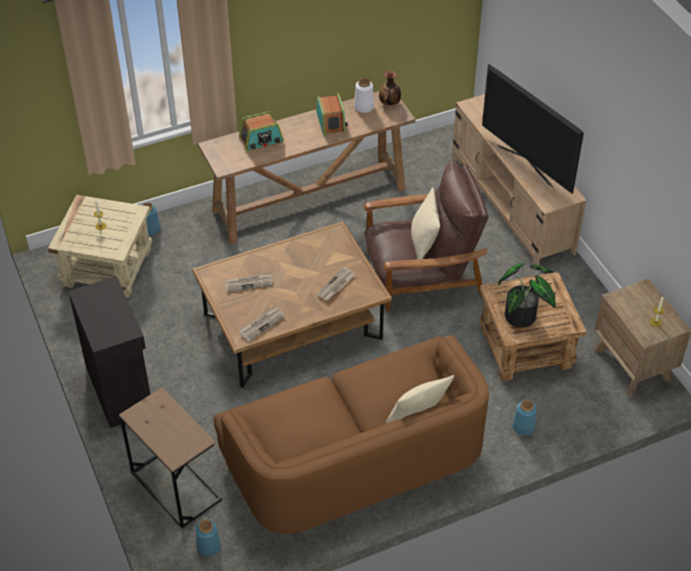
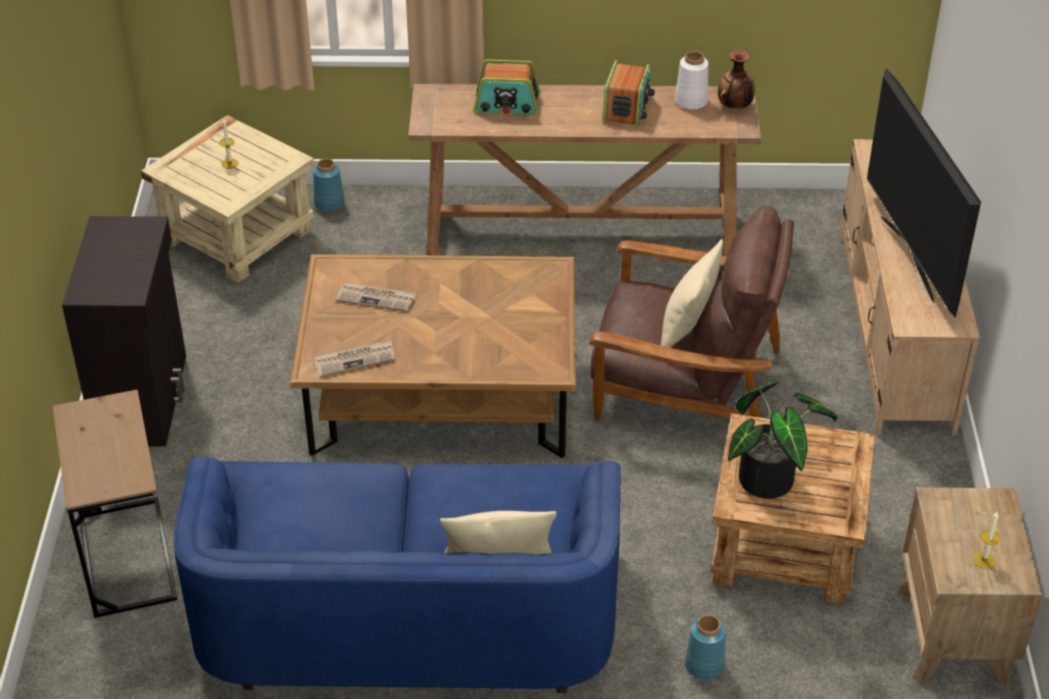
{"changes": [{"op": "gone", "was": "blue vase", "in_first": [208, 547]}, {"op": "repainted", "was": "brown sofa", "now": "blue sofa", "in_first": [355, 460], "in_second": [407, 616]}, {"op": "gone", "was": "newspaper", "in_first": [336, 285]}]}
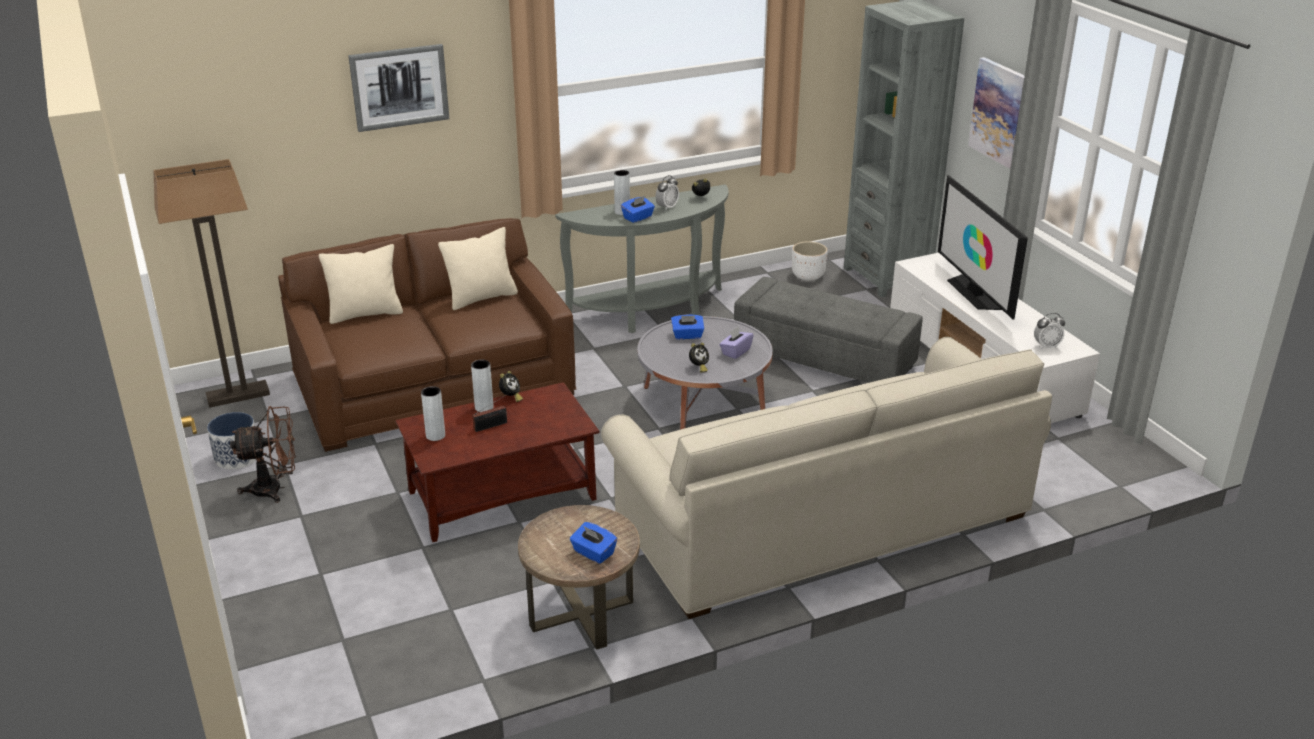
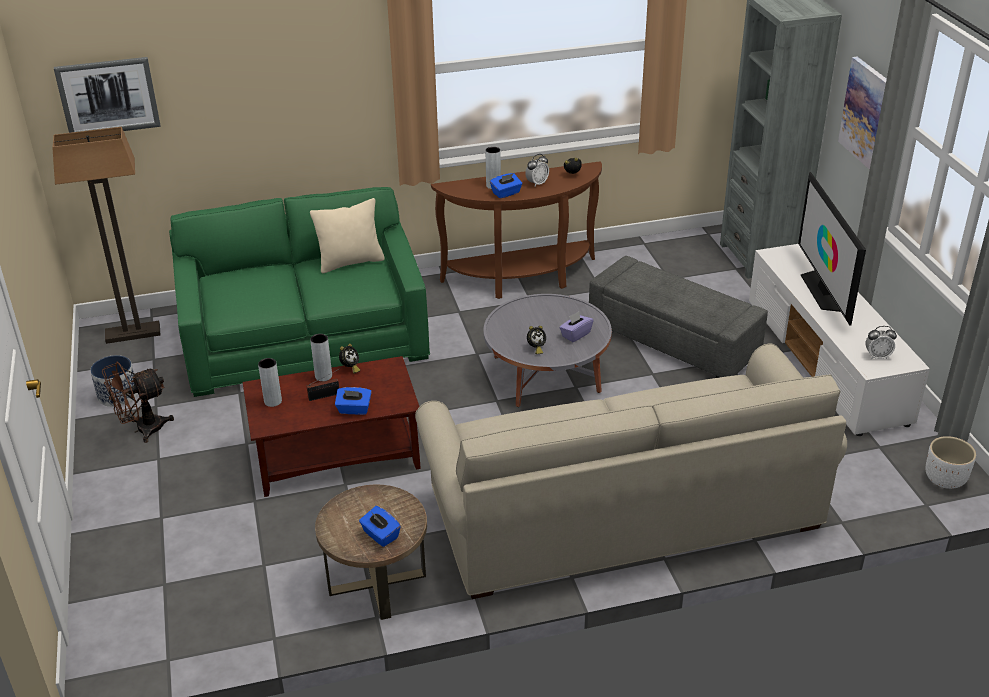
{"changes": [{"op": "rotated", "was": "brown fan", "in_first": [275, 489], "in_second": [142, 430], "clockwise": 150}, {"op": "repainted", "was": "brown sofa", "now": "green sofa", "in_first": [433, 385], "in_second": [304, 337]}, {"op": "gone", "was": "beige pillow", "in_first": [365, 314]}, {"op": "shifted", "was": "picture", "in_first": [399, 87], "in_second": [108, 96]}, {"op": "repainted", "was": "grey console table", "now": "brown console table", "in_first": [652, 314], "in_second": [523, 280]}, {"op": "shifted", "was": "blue tissue box", "in_first": [687, 335], "in_second": [354, 409]}, {"op": "shifted", "was": "white planter", "in_first": [807, 276], "in_second": [944, 479]}]}
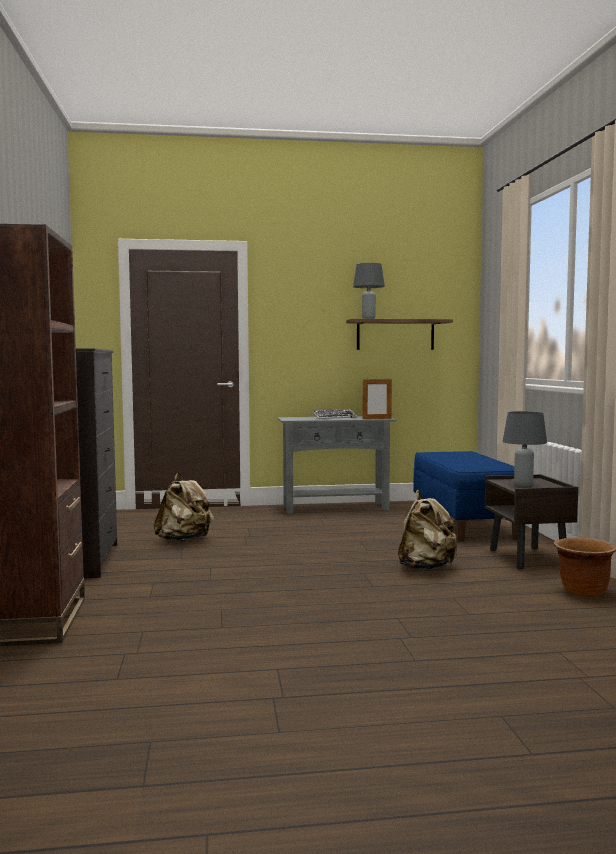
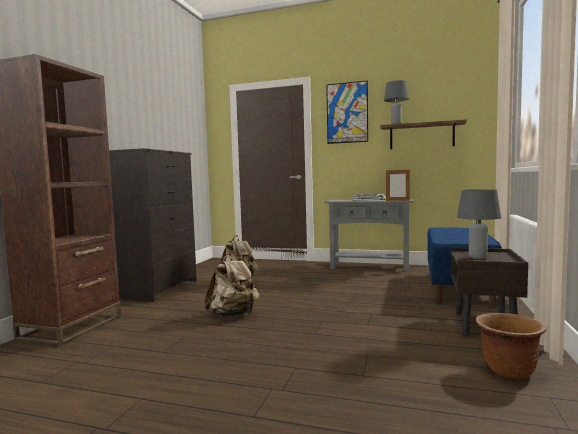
{"changes": [{"op": "shifted", "was": "beige backpack", "in_first": [426, 568], "in_second": [233, 315]}, {"op": "new", "now": "picture", "in_second": [347, 113]}]}
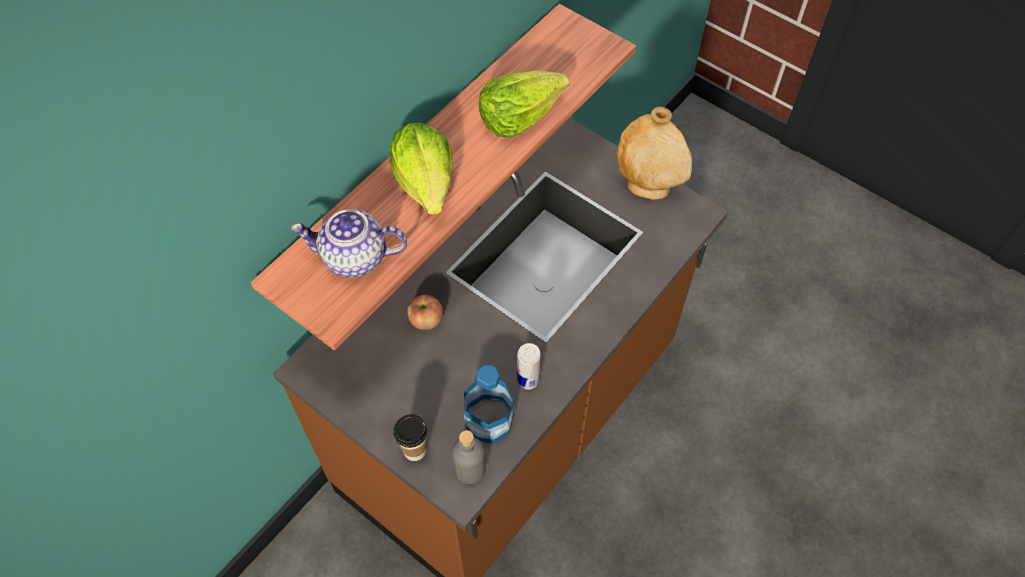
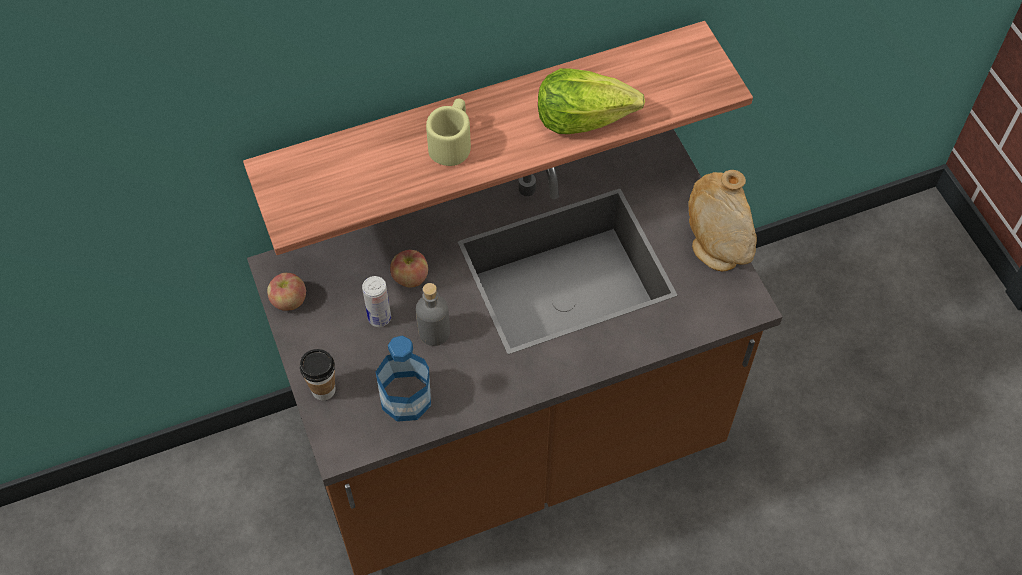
{"changes": [{"op": "gone", "was": "teapot", "in_first": [354, 258]}, {"op": "swapped", "was": "lettuce", "now": "beige mug", "in_first": [426, 183], "in_second": [452, 142]}, {"op": "shifted", "was": "grey bottle", "in_first": [470, 469], "in_second": [434, 332]}, {"op": "shifted", "was": "can", "in_first": [528, 380], "in_second": [379, 318]}, {"op": "new", "now": "apple", "in_second": [289, 301]}]}
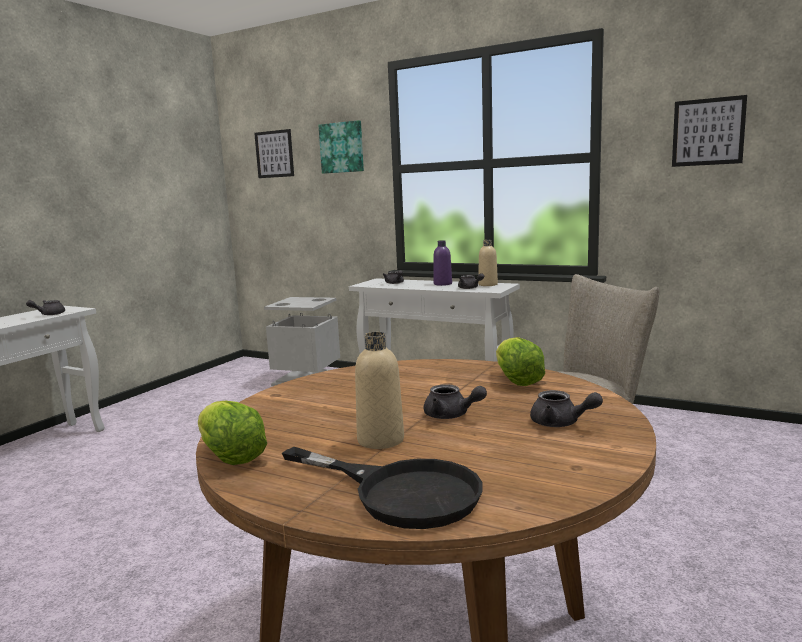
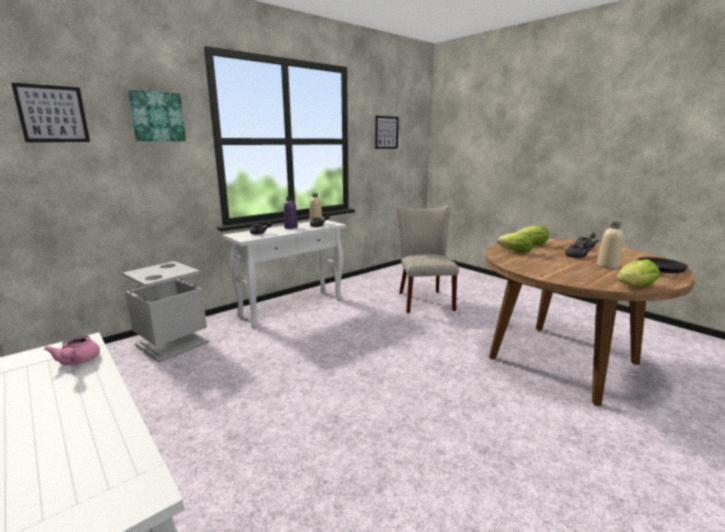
{"changes": [{"op": "repainted", "was": "grey teapot", "now": "pink teapot", "in_first": [49, 314], "in_second": [77, 362]}, {"op": "new", "now": "lettuce", "in_second": [516, 252]}]}
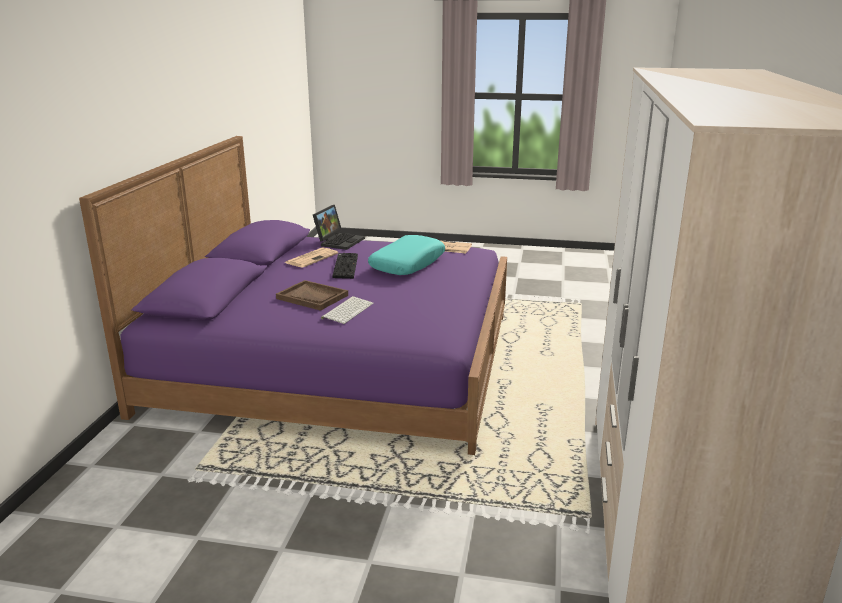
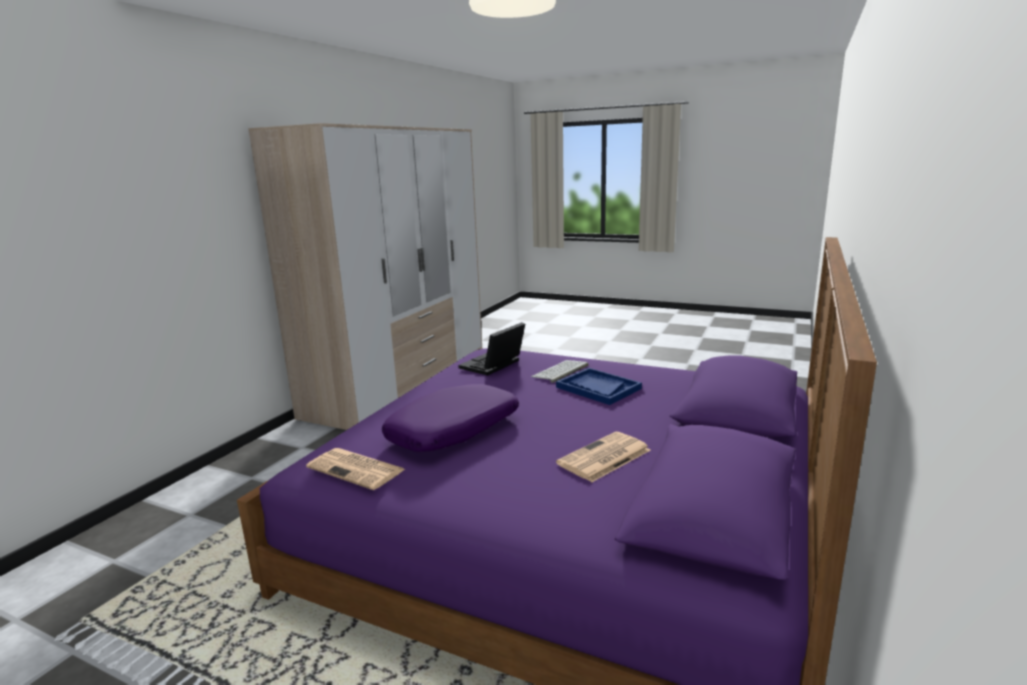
{"changes": [{"op": "repainted", "was": "brown tray", "now": "blue tray", "in_first": [312, 297], "in_second": [598, 388]}, {"op": "shifted", "was": "laptop", "in_first": [339, 241], "in_second": [493, 366]}, {"op": "gone", "was": "keyboard", "in_first": [344, 266]}, {"op": "repainted", "was": "turquoise pillow", "now": "purple pillow", "in_first": [407, 264], "in_second": [454, 431]}]}
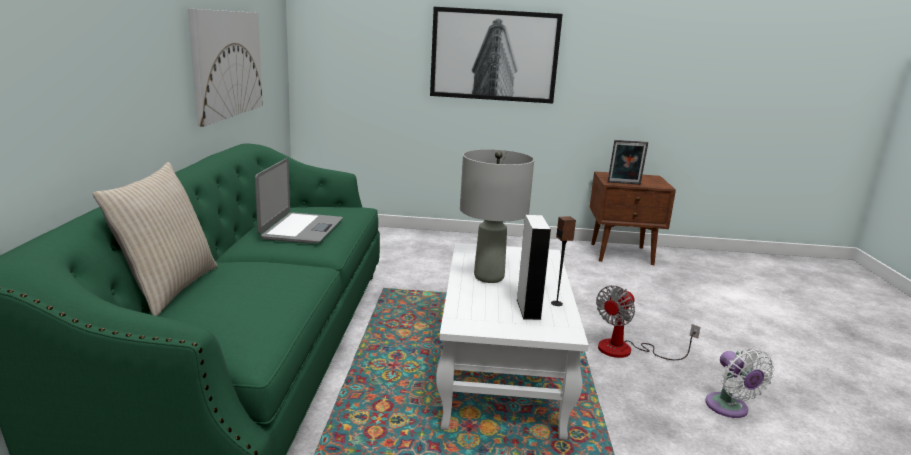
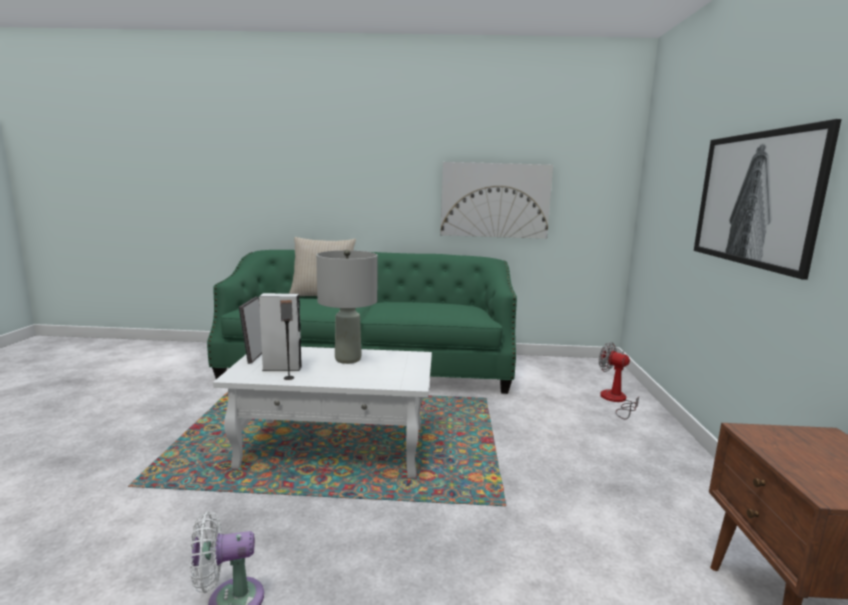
{"changes": [{"op": "gone", "was": "laptop", "in_first": [301, 229]}, {"op": "shifted", "was": "fan", "in_first": [627, 350], "in_second": [615, 401]}, {"op": "shifted", "was": "picture frame", "in_first": [624, 183], "in_second": [254, 356]}]}
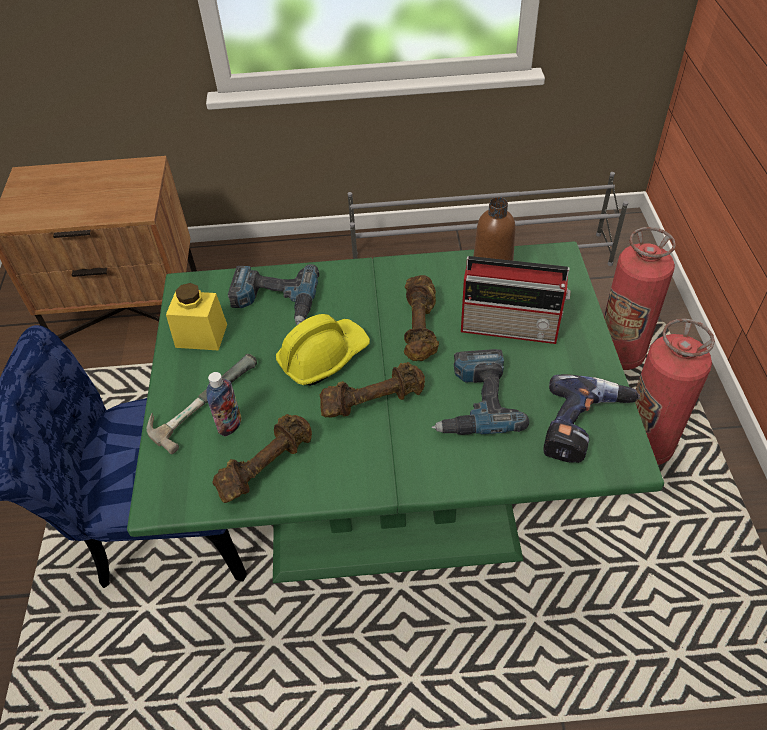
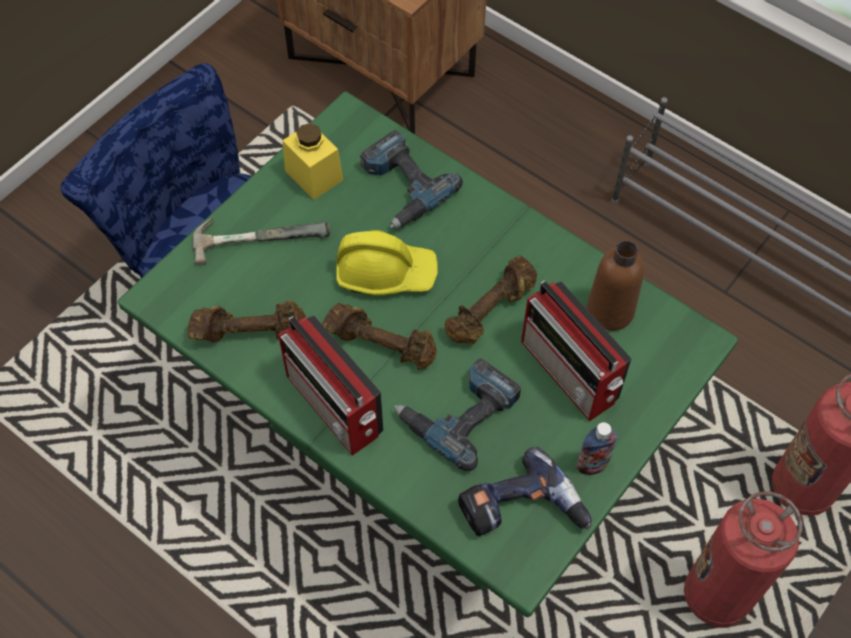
{"changes": [{"op": "shifted", "was": "bottle", "in_first": [230, 425], "in_second": [592, 465]}, {"op": "new", "now": "radio", "in_second": [335, 407]}]}
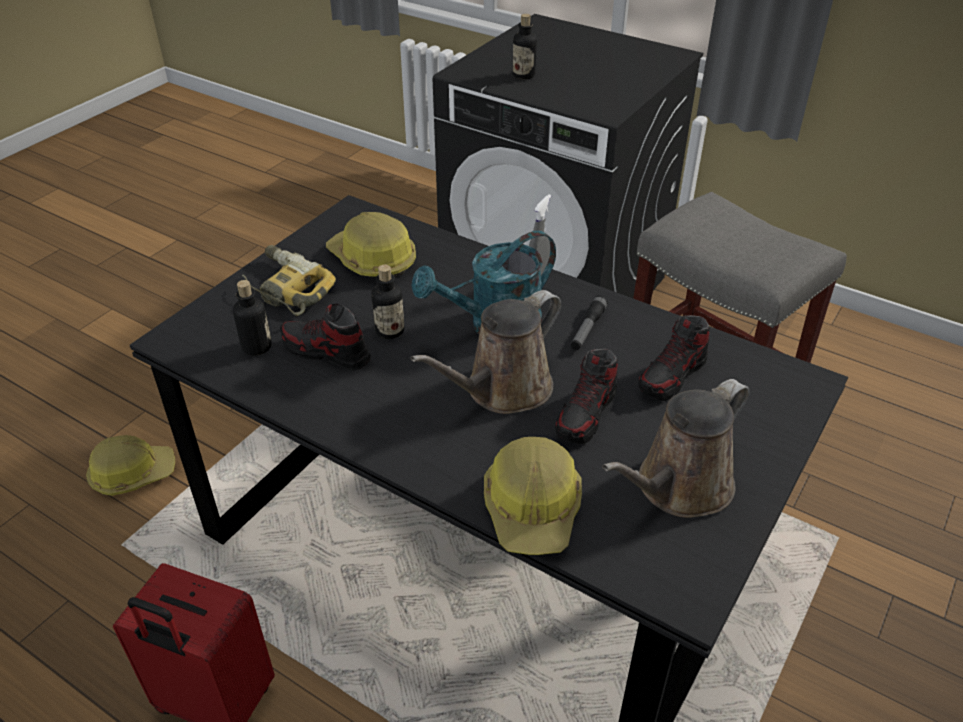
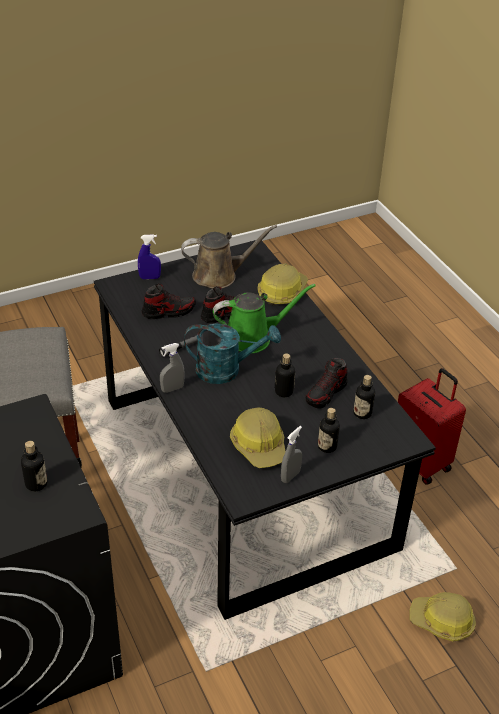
{"changes": [{"op": "swapped", "was": "power drill", "now": "bottle", "in_first": [285, 289], "in_second": [327, 446]}, {"op": "rotated", "was": "shoe", "in_first": [326, 352], "in_second": [326, 393], "clockwise": 75}, {"op": "repainted", "was": "brown watering can", "now": "green watering can", "in_first": [503, 390], "in_second": [252, 338]}, {"op": "new", "now": "blue spray bottle", "in_second": [149, 277]}, {"op": "new", "now": "grey spray bottle", "in_second": [290, 476]}]}
